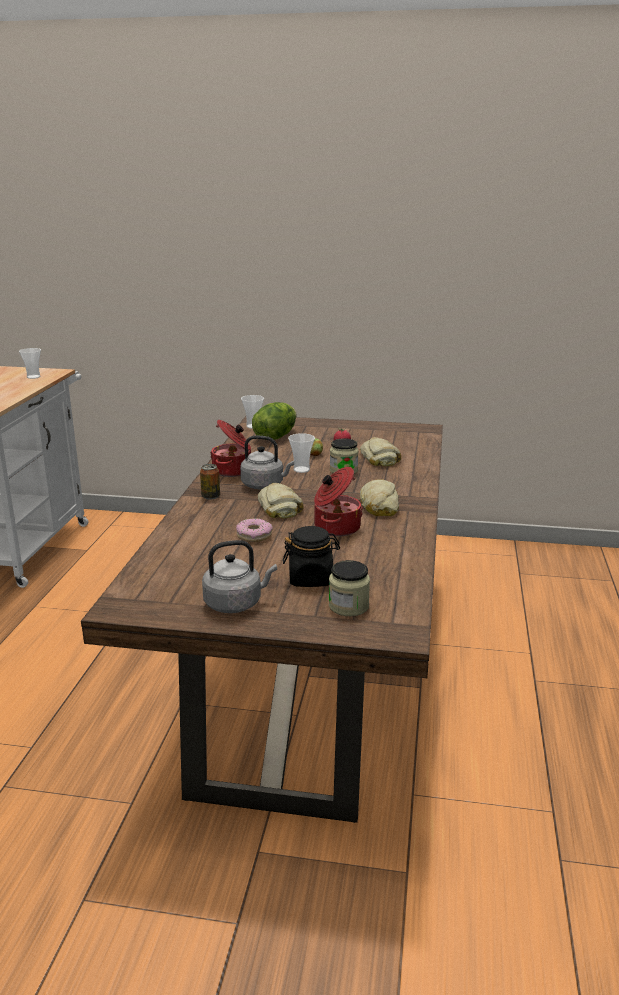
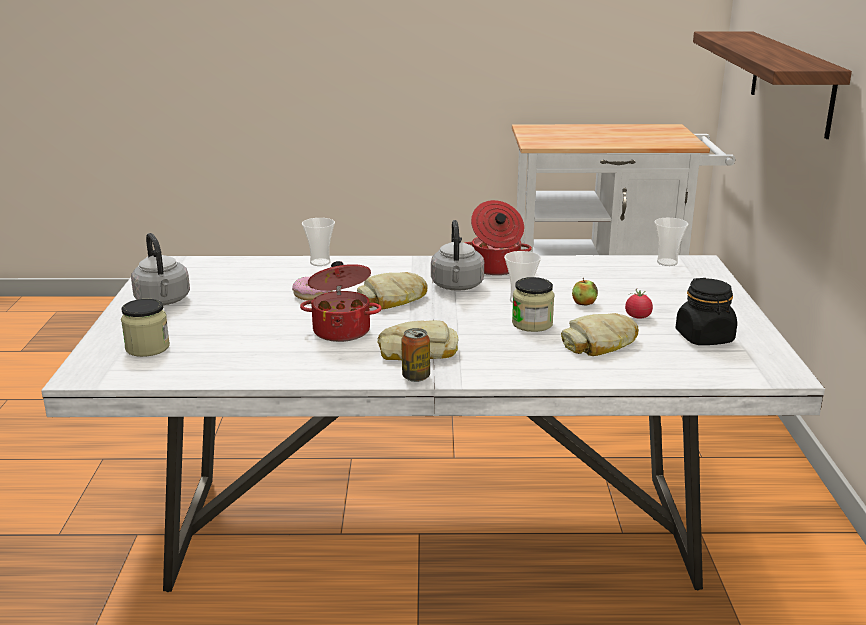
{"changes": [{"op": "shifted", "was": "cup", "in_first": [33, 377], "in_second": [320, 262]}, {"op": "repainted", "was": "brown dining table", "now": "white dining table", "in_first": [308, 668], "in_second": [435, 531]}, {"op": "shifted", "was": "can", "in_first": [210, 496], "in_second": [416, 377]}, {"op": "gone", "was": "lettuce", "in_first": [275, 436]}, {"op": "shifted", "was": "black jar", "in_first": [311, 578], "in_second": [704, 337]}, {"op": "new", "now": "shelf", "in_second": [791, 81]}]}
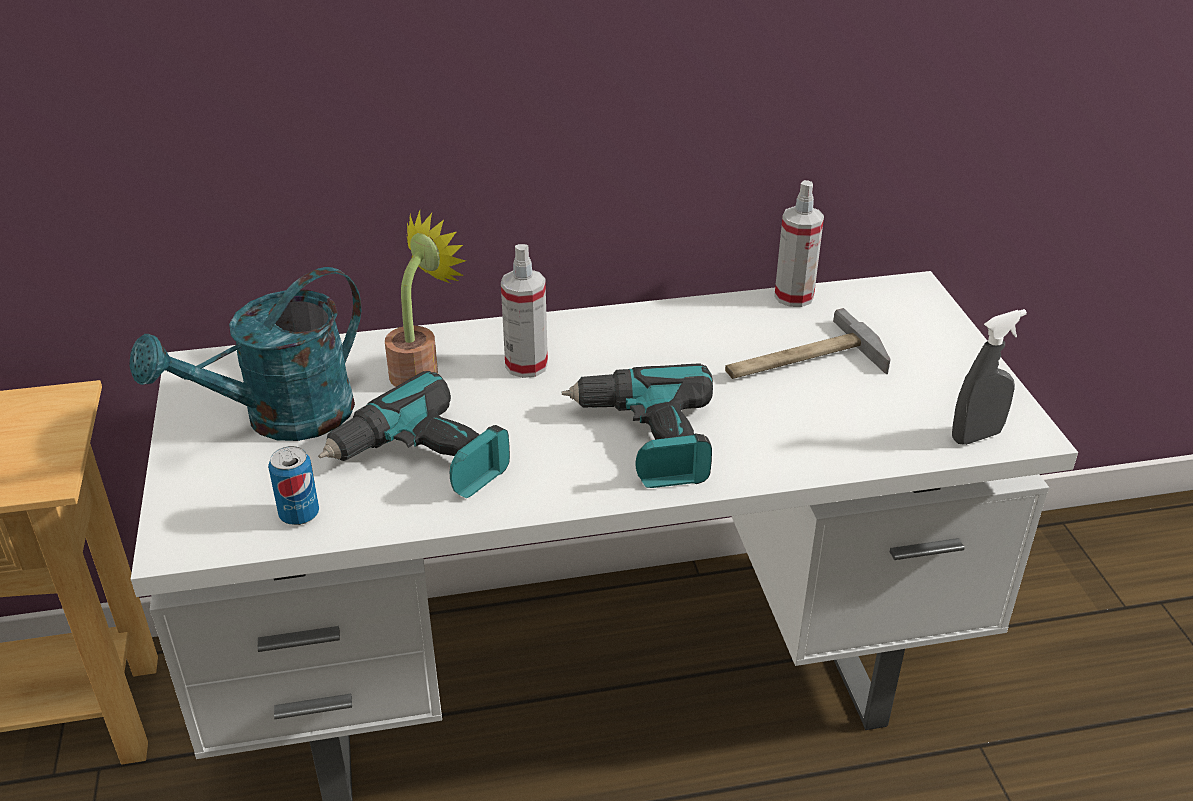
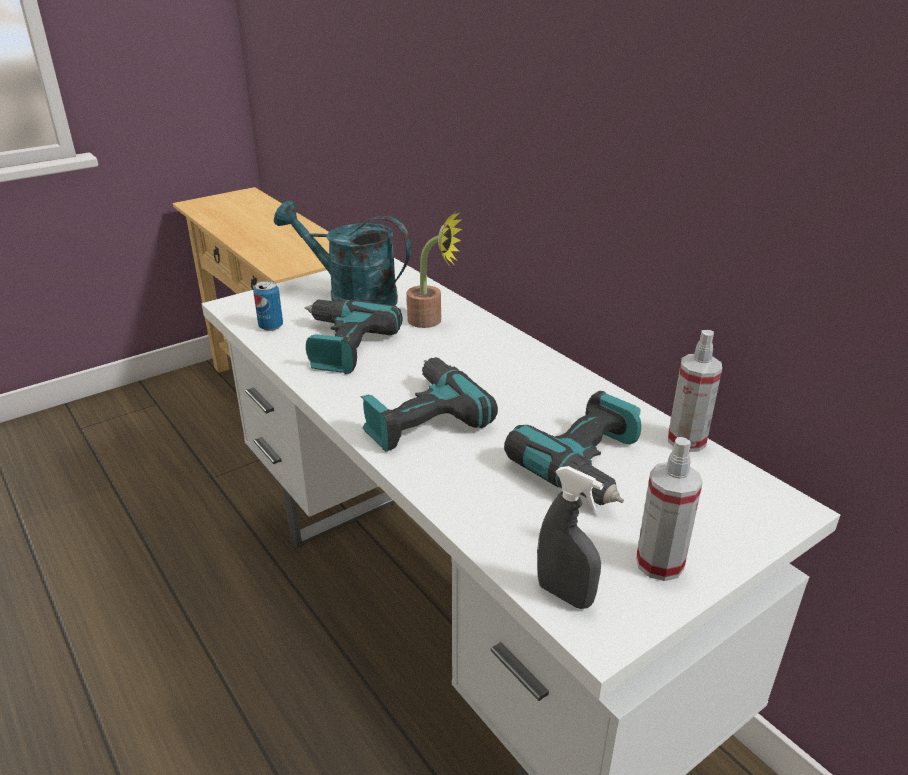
{"changes": [{"op": "shifted", "was": "spray bottle", "in_first": [526, 365], "in_second": [659, 563]}, {"op": "swapped", "was": "hammer", "now": "power drill", "in_first": [802, 362], "in_second": [588, 465]}]}
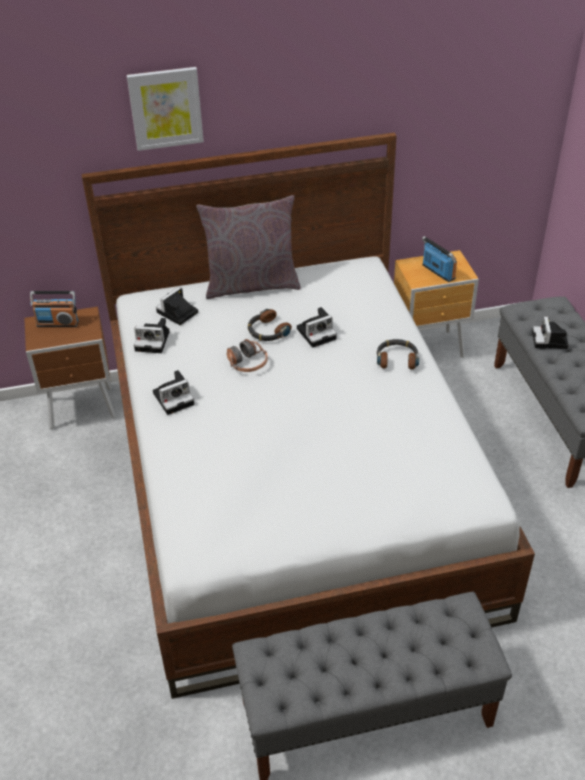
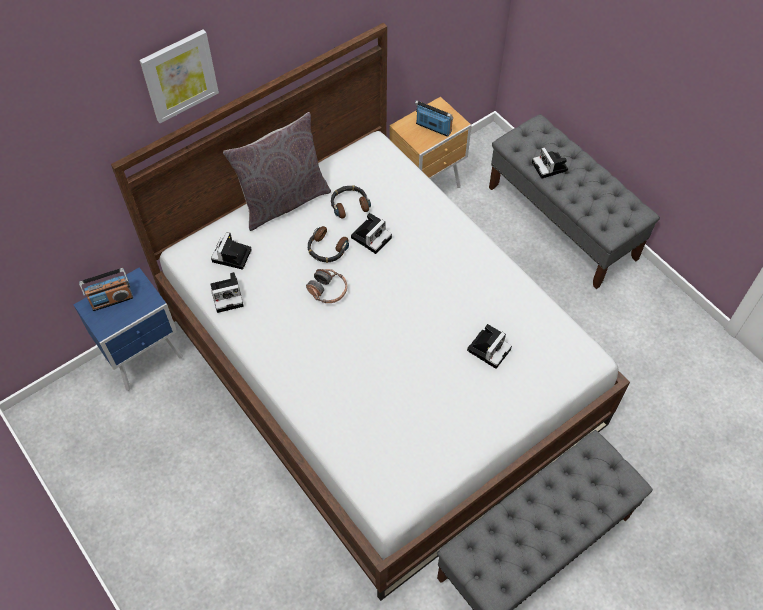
{"changes": [{"op": "repainted", "was": "brown nightstand", "now": "blue nightstand", "in_first": [83, 409], "in_second": [146, 358]}, {"op": "shifted", "was": "photo camera", "in_first": [174, 398], "in_second": [489, 348]}, {"op": "shifted", "was": "headphones", "in_first": [397, 358], "in_second": [349, 204]}]}
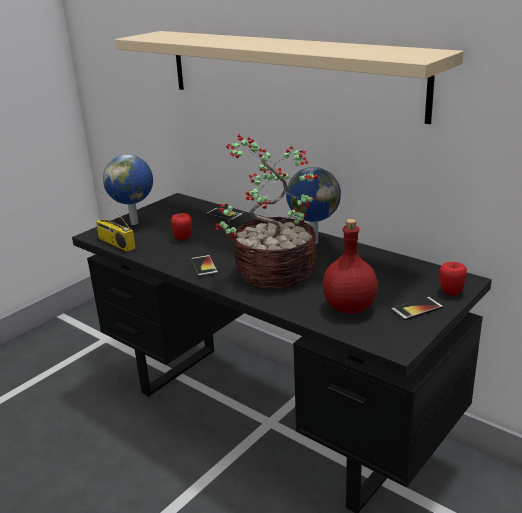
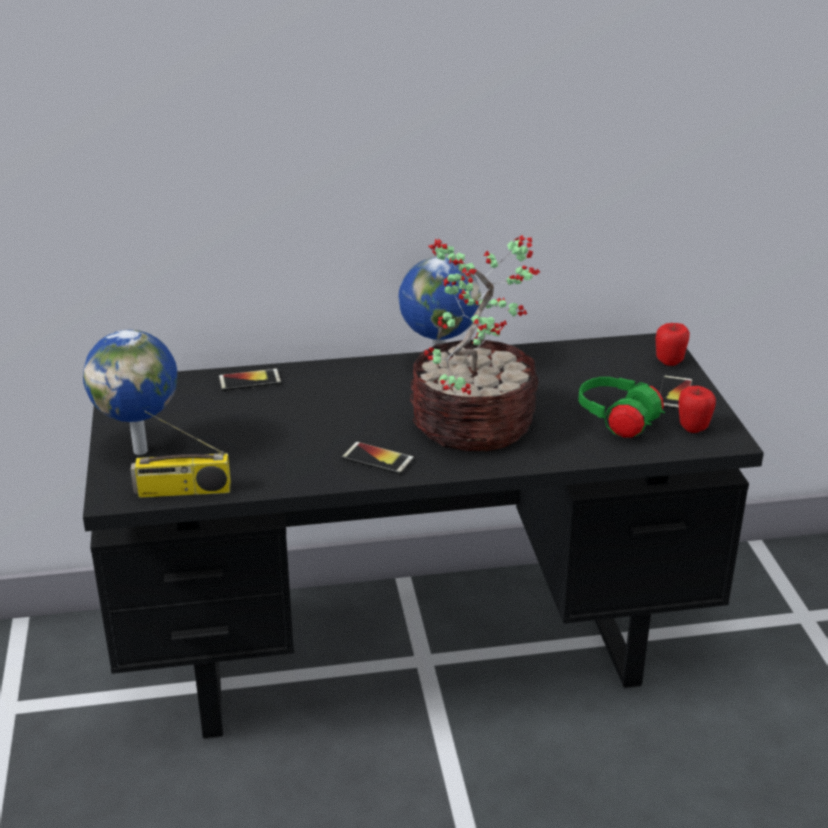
{"changes": [{"op": "gone", "was": "beige shelf", "in_first": [287, 72]}, {"op": "shifted", "was": "apple", "in_first": [183, 238], "in_second": [693, 428]}, {"op": "swapped", "was": "red bottle", "now": "green headphones", "in_first": [349, 307], "in_second": [618, 423]}]}
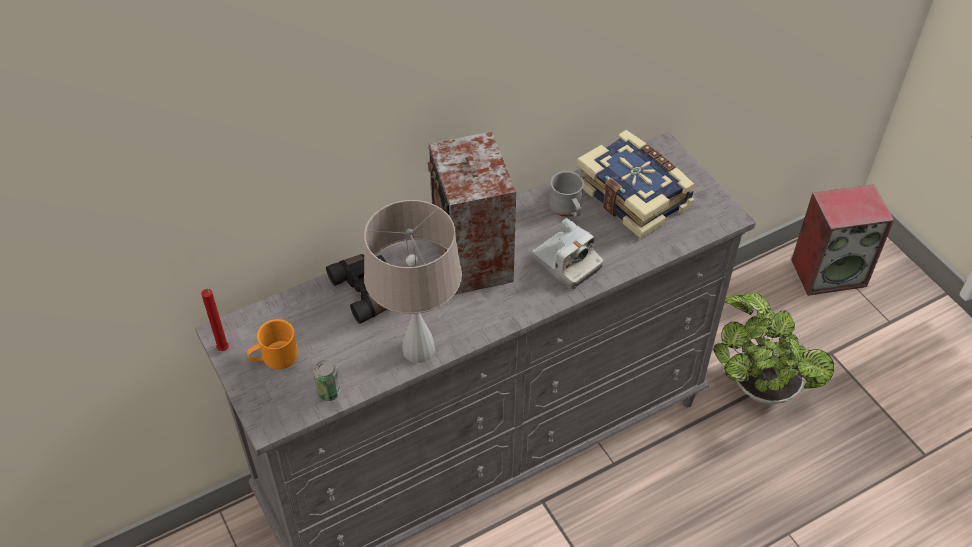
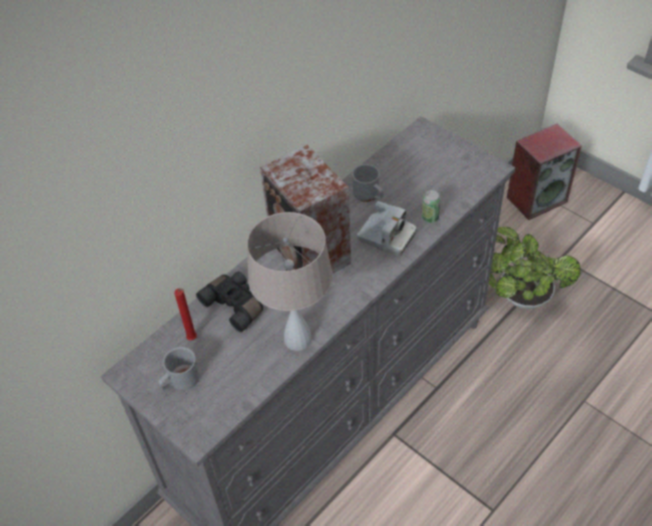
{"changes": [{"op": "shifted", "was": "red candle", "in_first": [224, 351], "in_second": [193, 339]}, {"op": "repainted", "was": "orange mug", "now": "grey mug", "in_first": [274, 358], "in_second": [180, 381]}, {"op": "shifted", "was": "can", "in_first": [329, 393], "in_second": [430, 218]}, {"op": "gone", "was": "book", "in_first": [634, 195]}]}
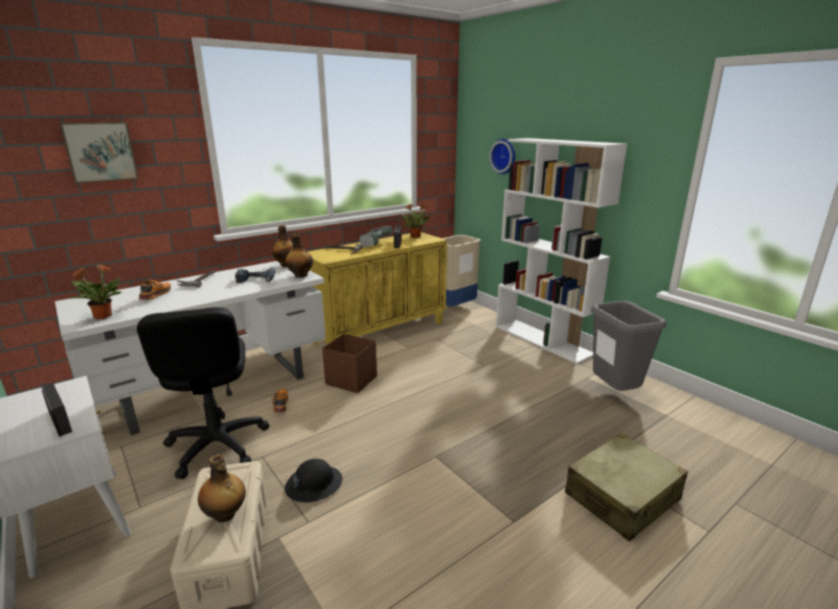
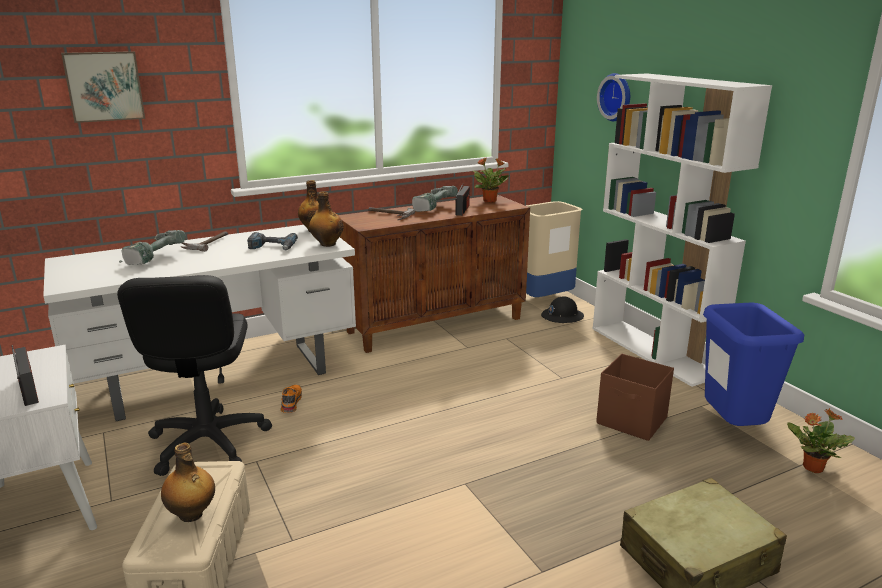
{"changes": [{"op": "shifted", "was": "potted plant", "in_first": [102, 316], "in_second": [812, 467]}, {"op": "swapped", "was": "orange shoe", "now": "power drill", "in_first": [155, 295], "in_second": [153, 258]}, {"op": "shifted", "was": "black hard hat", "in_first": [313, 484], "in_second": [562, 316]}, {"op": "repainted", "was": "yellow cabinet", "now": "brown cabinet", "in_first": [380, 332], "in_second": [435, 324]}, {"op": "shifted", "was": "brown storage box", "in_first": [351, 381], "in_second": [632, 421]}, {"op": "repainted", "was": "grey trash can", "now": "blue trash can", "in_first": [613, 392], "in_second": [732, 428]}]}
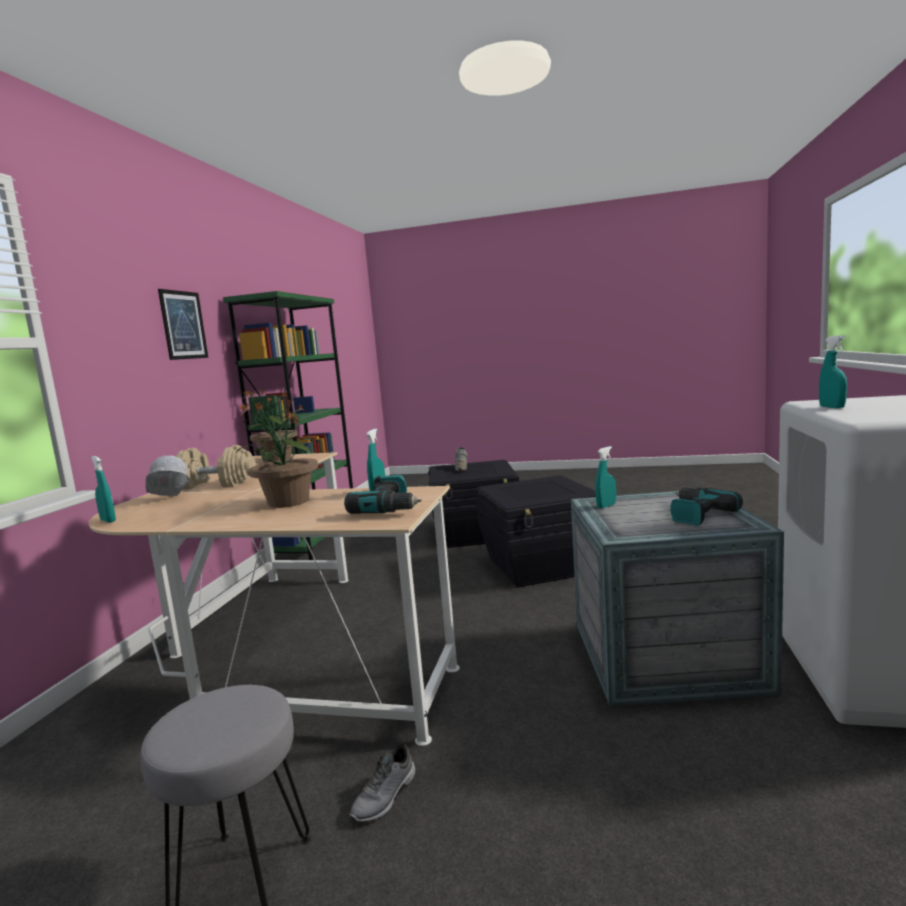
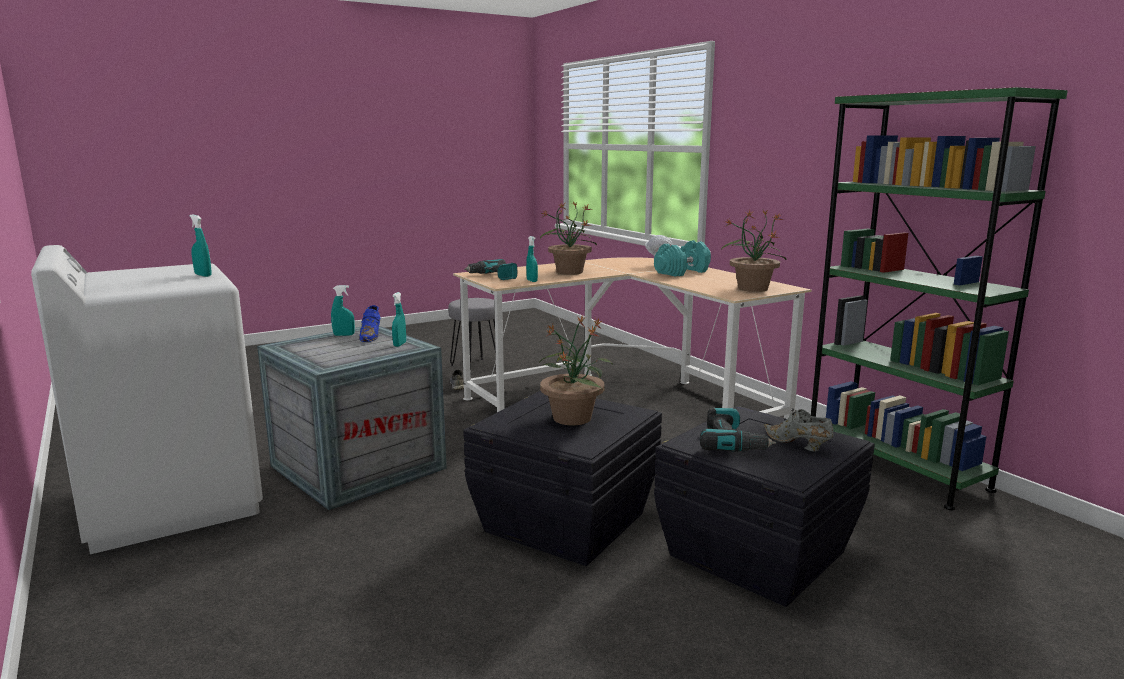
{"changes": [{"op": "shifted", "was": "turquoise spray bottle", "in_first": [108, 520], "in_second": [344, 335]}, {"op": "gone", "was": "picture", "in_first": [183, 325]}, {"op": "repainted", "was": "beige dumbbell", "now": "turquoise dumbbell", "in_first": [216, 484], "in_second": [682, 272]}, {"op": "shifted", "was": "power drill", "in_first": [696, 514], "in_second": [732, 442]}, {"op": "new", "now": "blue shoe", "in_second": [371, 336]}, {"op": "new", "now": "potted plant", "in_second": [572, 417]}]}
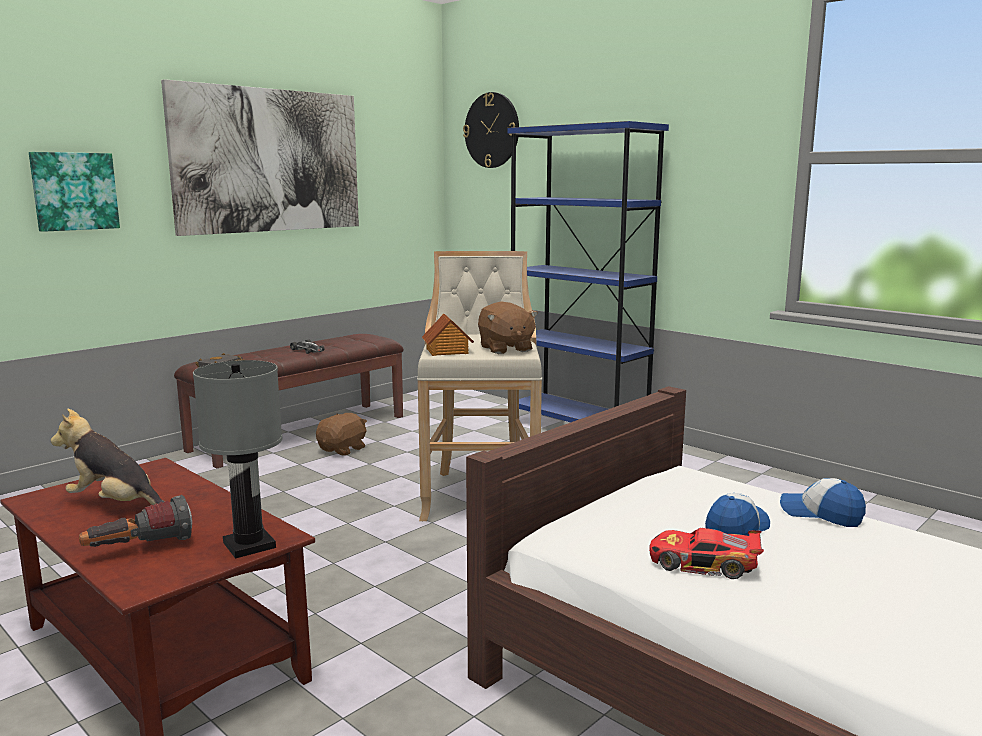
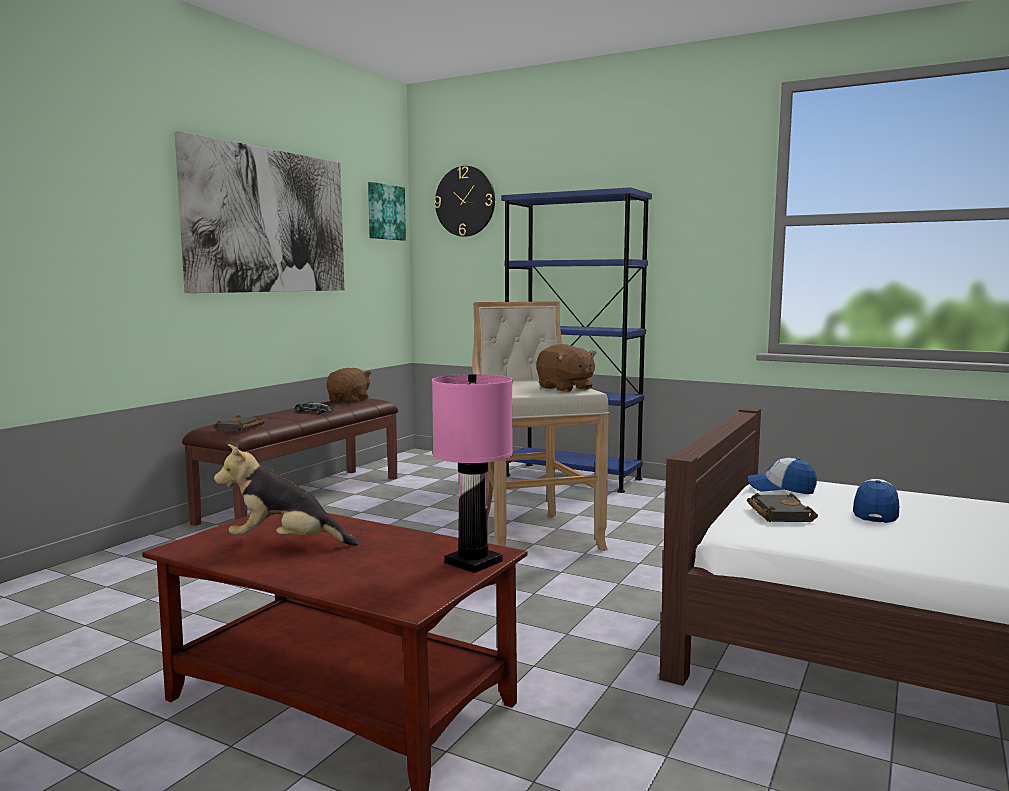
{"changes": [{"op": "shifted", "was": "picture", "in_first": [74, 191], "in_second": [385, 212]}, {"op": "gone", "was": "flashlight", "in_first": [139, 549]}, {"op": "repainted", "was": "grey table lamp", "now": "pink table lamp", "in_first": [249, 545], "in_second": [473, 562]}, {"op": "shifted", "was": "brown plush toy", "in_first": [343, 449], "in_second": [349, 400]}, {"op": "gone", "was": "toy house", "in_first": [447, 351]}, {"op": "gone", "was": "toy car", "in_first": [703, 565]}, {"op": "shifted", "was": "cap", "in_first": [821, 514], "in_second": [781, 489]}, {"op": "new", "now": "black book", "in_second": [777, 513]}]}
